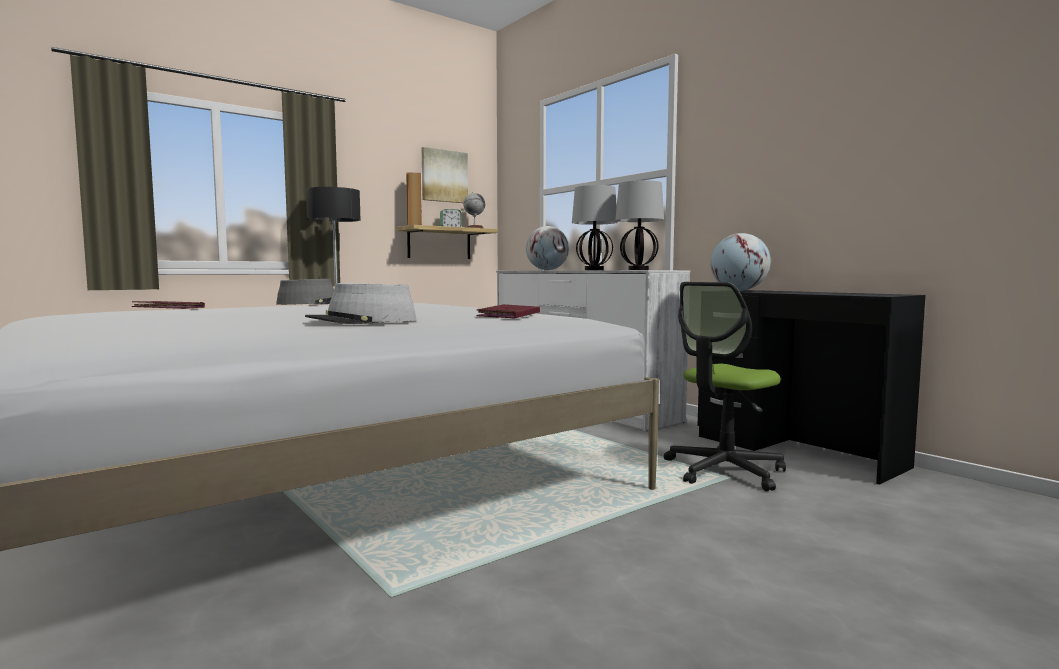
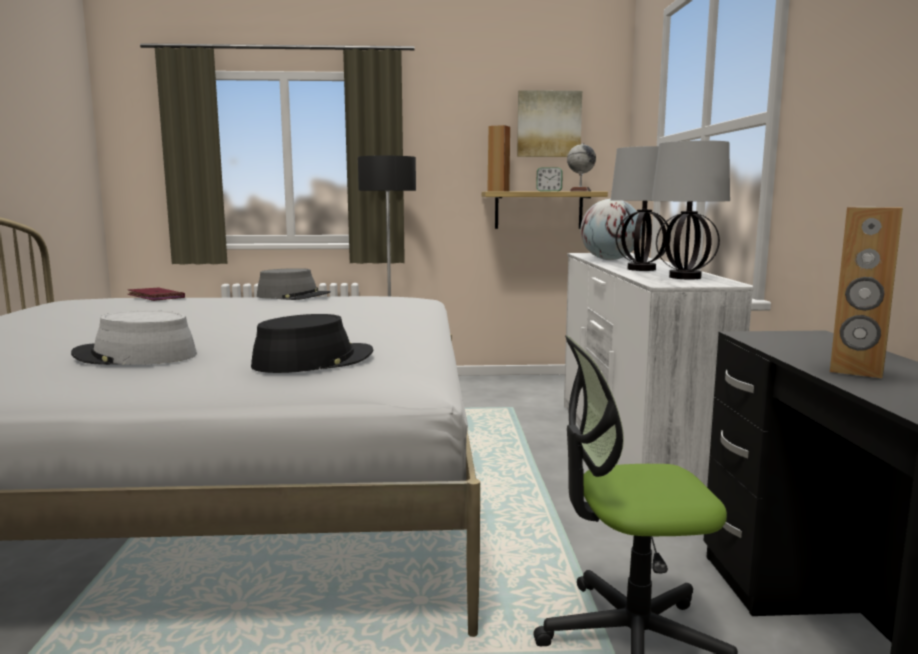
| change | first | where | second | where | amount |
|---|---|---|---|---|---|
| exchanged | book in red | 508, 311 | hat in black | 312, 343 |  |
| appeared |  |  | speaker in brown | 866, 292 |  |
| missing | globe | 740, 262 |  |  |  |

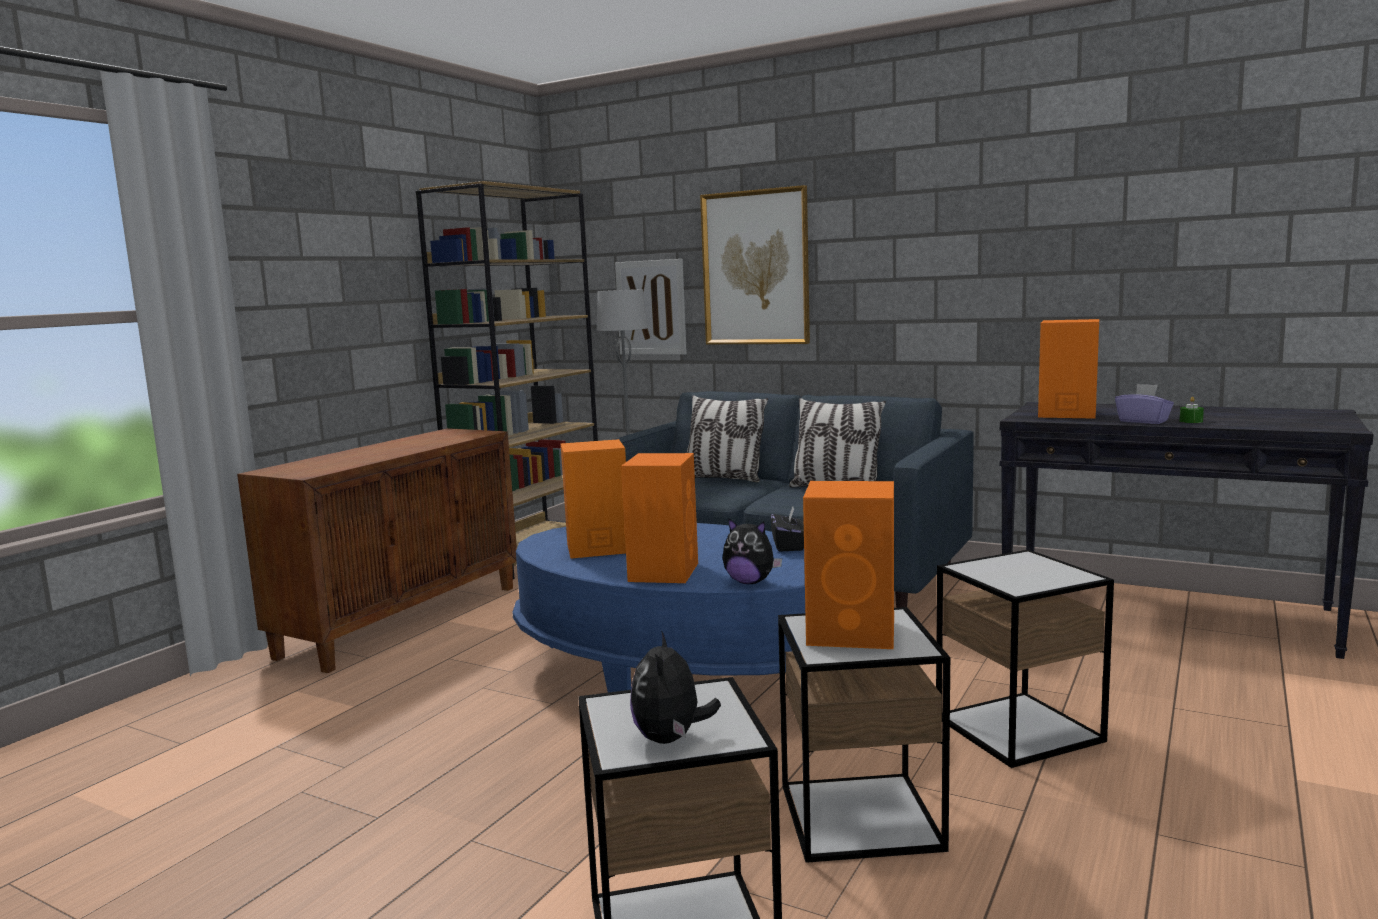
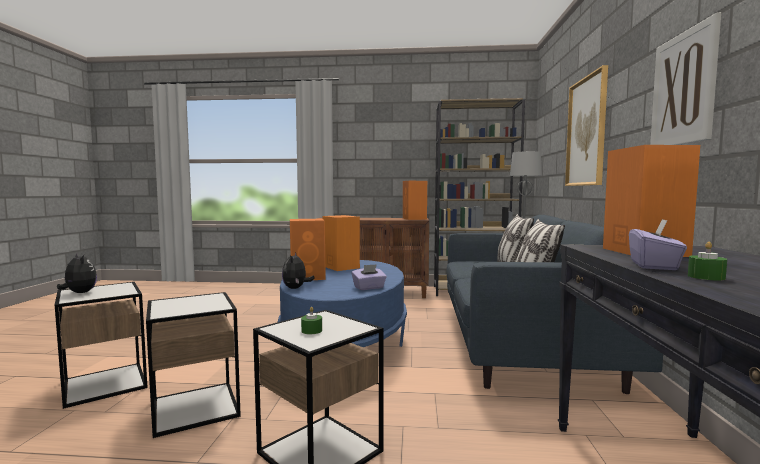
| change | first | where | second | where | amount |
|---|---|---|---|---|---|
| spun | plush toy | 675, 687 |  | 77, 273 | 60 degrees clockwise |
| appeared |  |  | candle in green | 311, 320 |  |
| colour | tissue box in black | 787, 528 | tissue box in purple | 369, 277 |  |
| relocated | speaker in orange | 848, 565 |  | 415, 200 |  |
| relocated | picture | 651, 307 |  | 685, 78 |  |

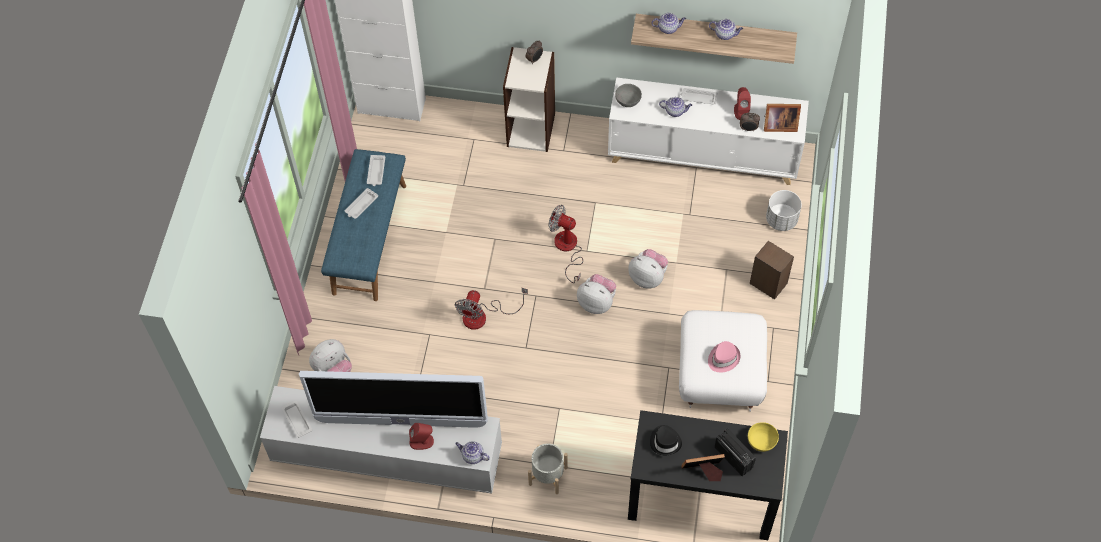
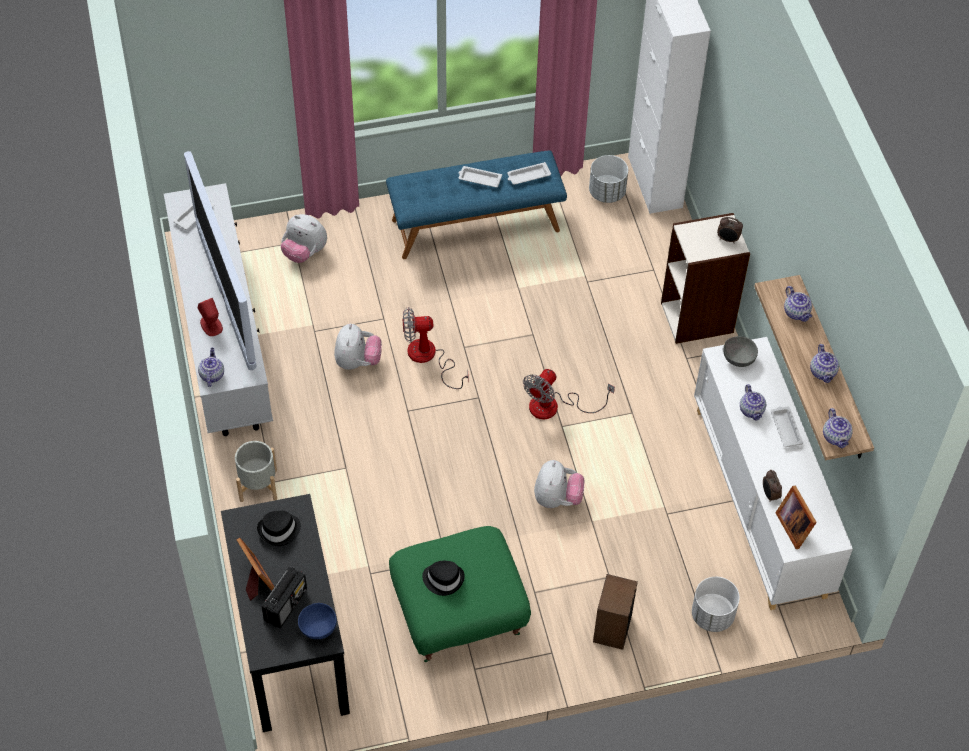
| change | first | where | second | where | amount |
|---|---|---|---|---|---|
| colour | bowl in yellow | 763, 437 | bowl in blue | 317, 621 |  |
| relocated | plush toy | 596, 294 |  | 358, 346 |  |
| colour | ottoman in white | 723, 361 | ottoman in green | 460, 594 |  |
| colour | hat in pink | 724, 356 | hat in black | 443, 578 |  |
| spun | fan | 565, 244 |  | 569, 394 | 150 degrees counterclockwise |
| appeared |  |  | planter in white | 608, 179 |  |
| appeared |  |  | teapot | 838, 428 |  |
| missing | speaker in red | 742, 103 |  |  |  |

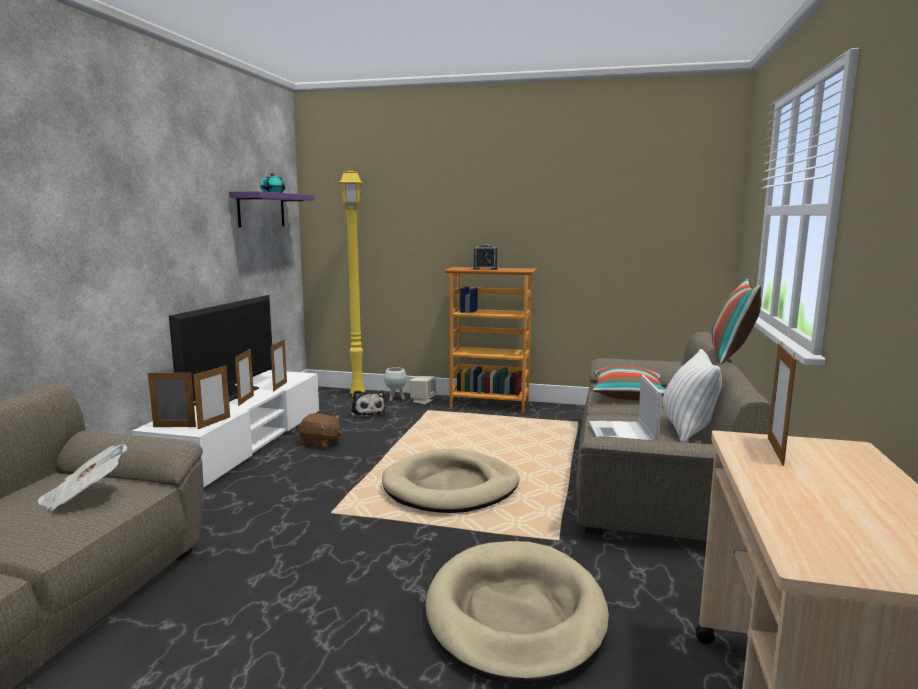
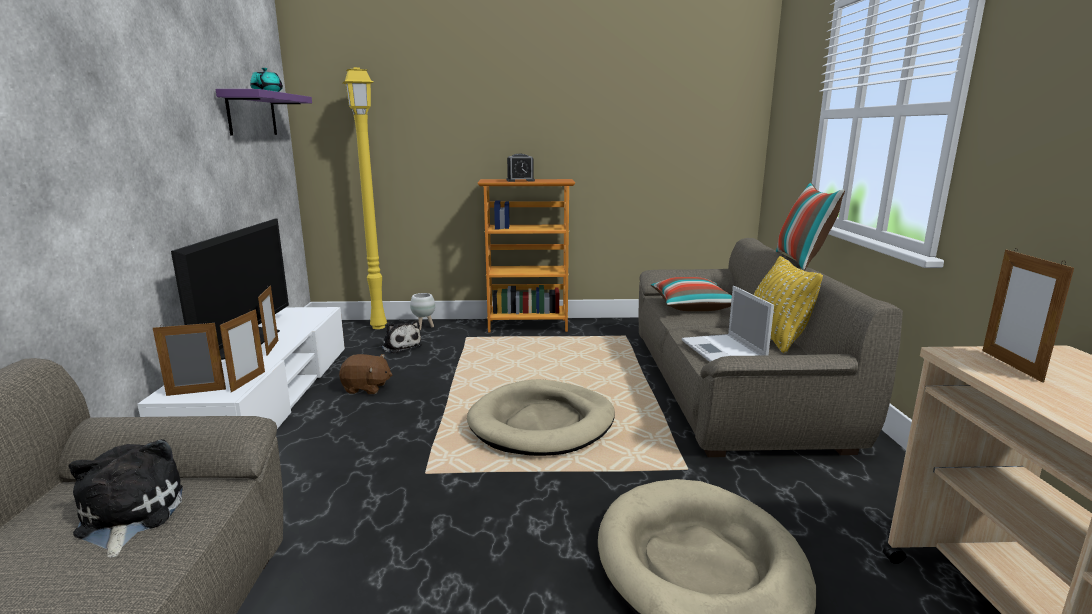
| change | first | where | second | where | amount |
|---|---|---|---|---|---|
| exchanged | newspaper | 82, 477 | plush toy | 126, 498 |  |
| colour | pillow in white | 692, 396 | pillow in yellow | 788, 305 |  |
| missing | picture frame | 279, 365 |  |  |  |
| missing | speaker in beige | 423, 390 |  |  |  |

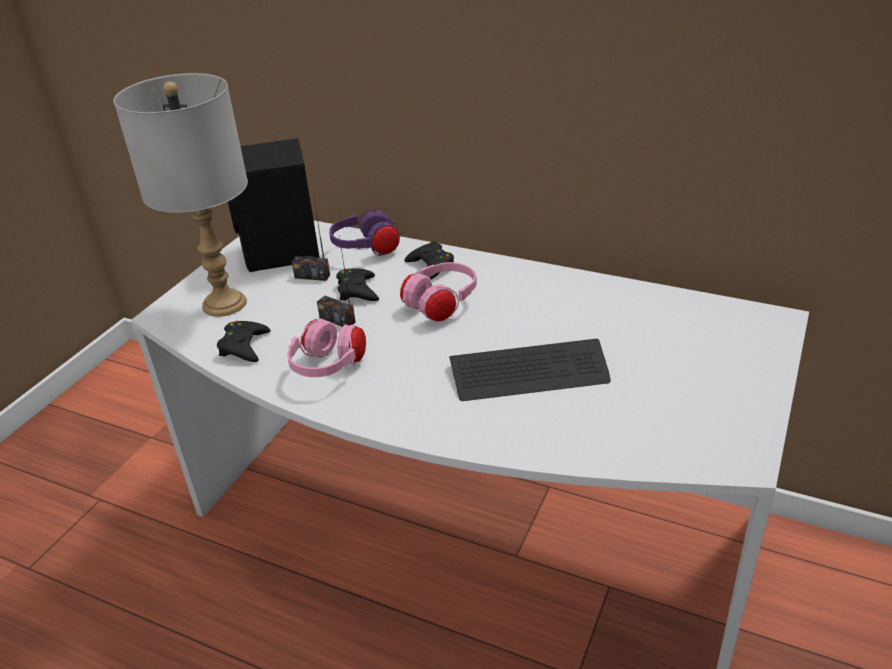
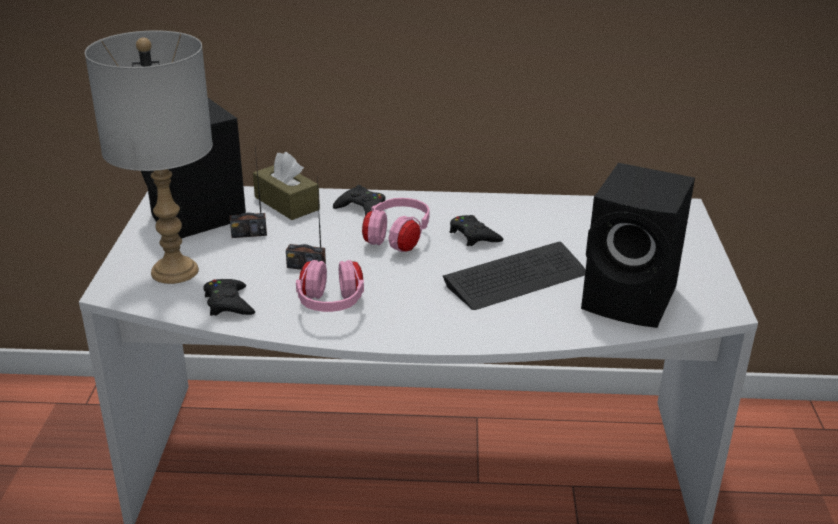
| change | first | where | second | where | amount |
|---|---|---|---|---|---|
| exchanged | headphones in purple | 365, 232 | tissue box in brown | 286, 186 |  |
| relocated | game controller in black | 357, 284 |  | 477, 230 |  |
| appeared |  |  | speaker in black | 638, 245 |  |

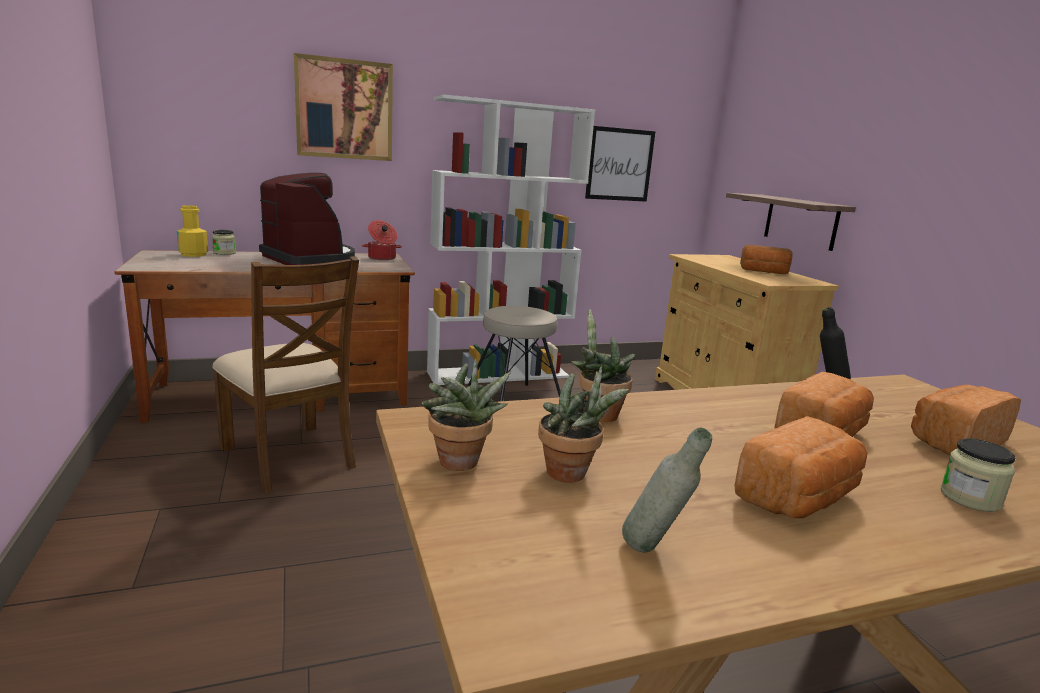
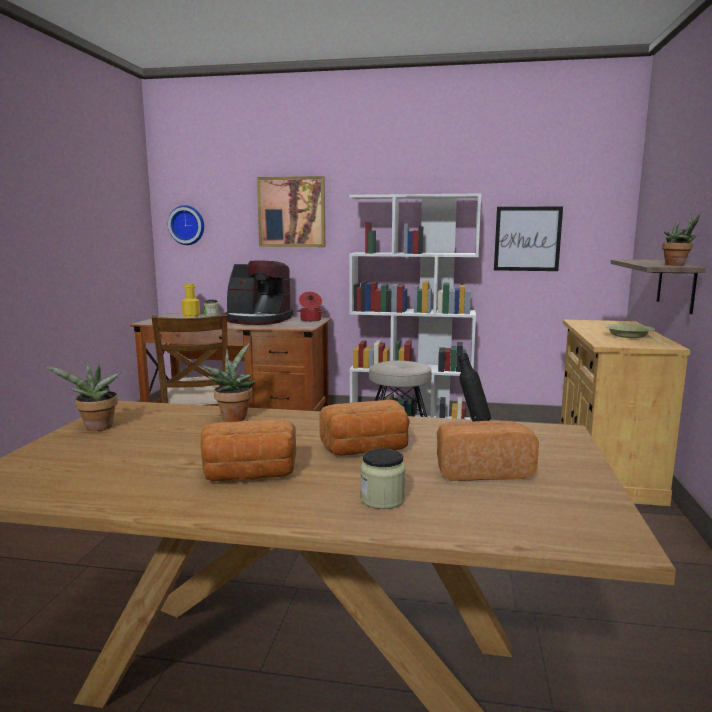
| change | first | where | second | where | amount |
|---|---|---|---|---|---|
| appeared |  |  | wall clock | 186, 225 |  |
| spun | coffee machine | 307, 219 |  | 259, 292 | 120 degrees clockwise |
| exchanged | bread | 766, 259 | bowl in yellow | 629, 331 |  |
| relocated | potted plant | 583, 424 |  | 681, 240 |  |
| missing | bottle in grey | 667, 490 |  |  |  |

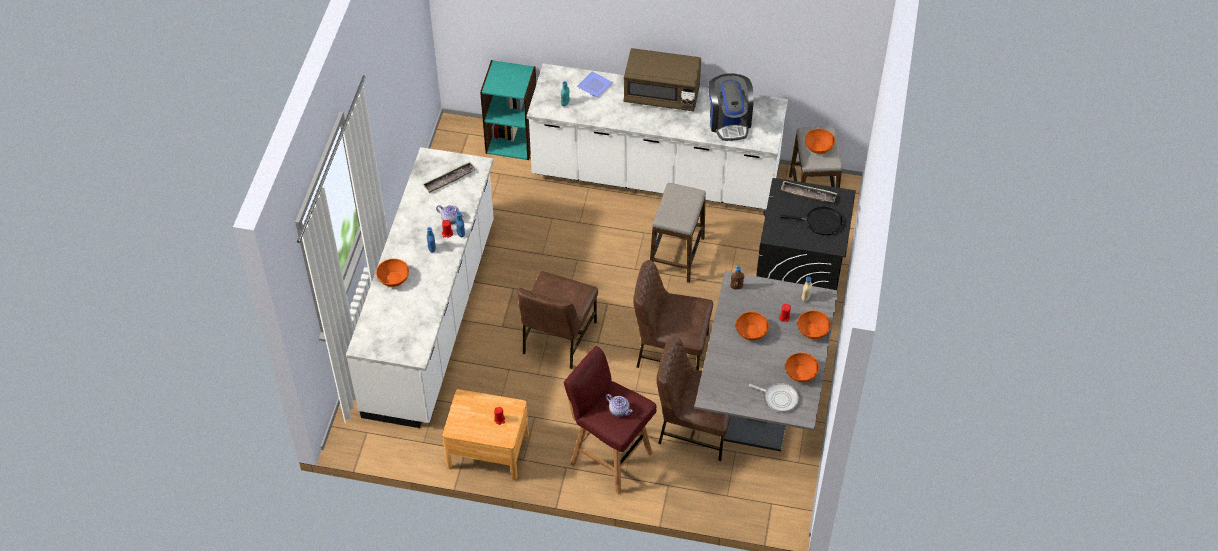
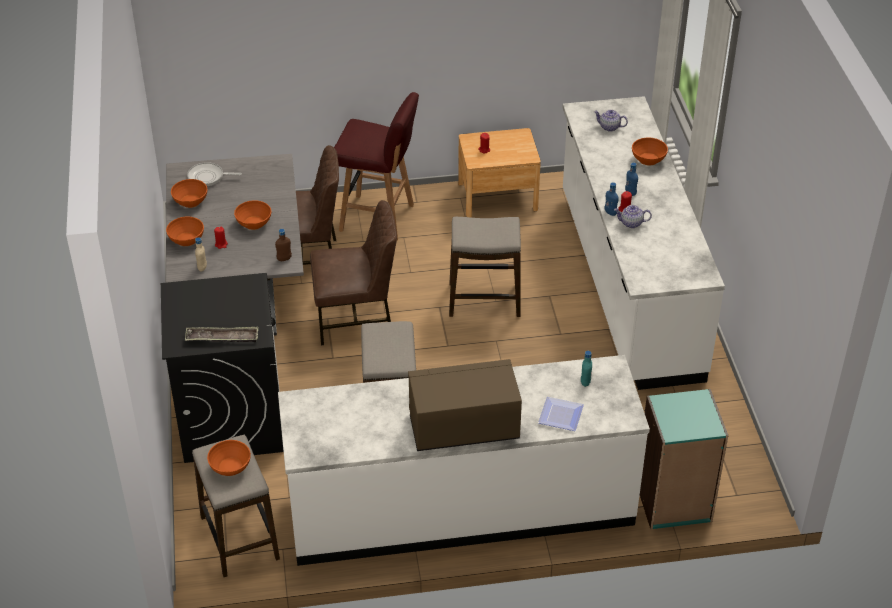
| change | first | where | second | where | amount |
|---|---|---|---|---|---|
| exchanged | chair in brown | 557, 320 | stool | 485, 267 |  |
| relocated | teapot | 619, 405 |  | 611, 121 |  |
| missing | tray | 449, 177 |  |  |  |
| missing | coffee machine | 731, 107 |  |  |  |
| missing | frying pan in black | 811, 220 |  |  |  |

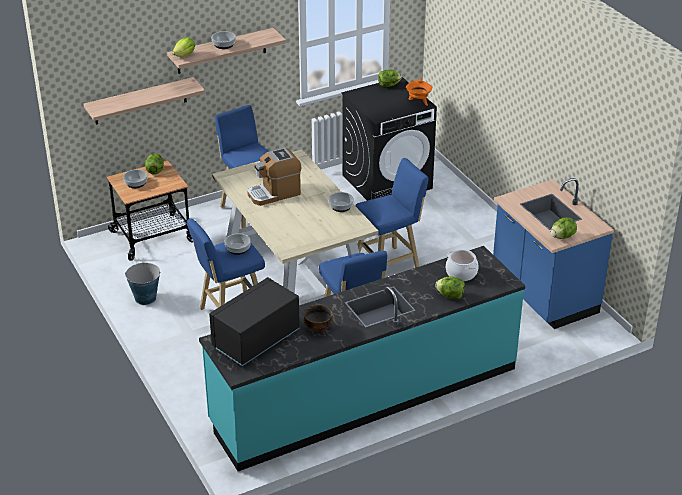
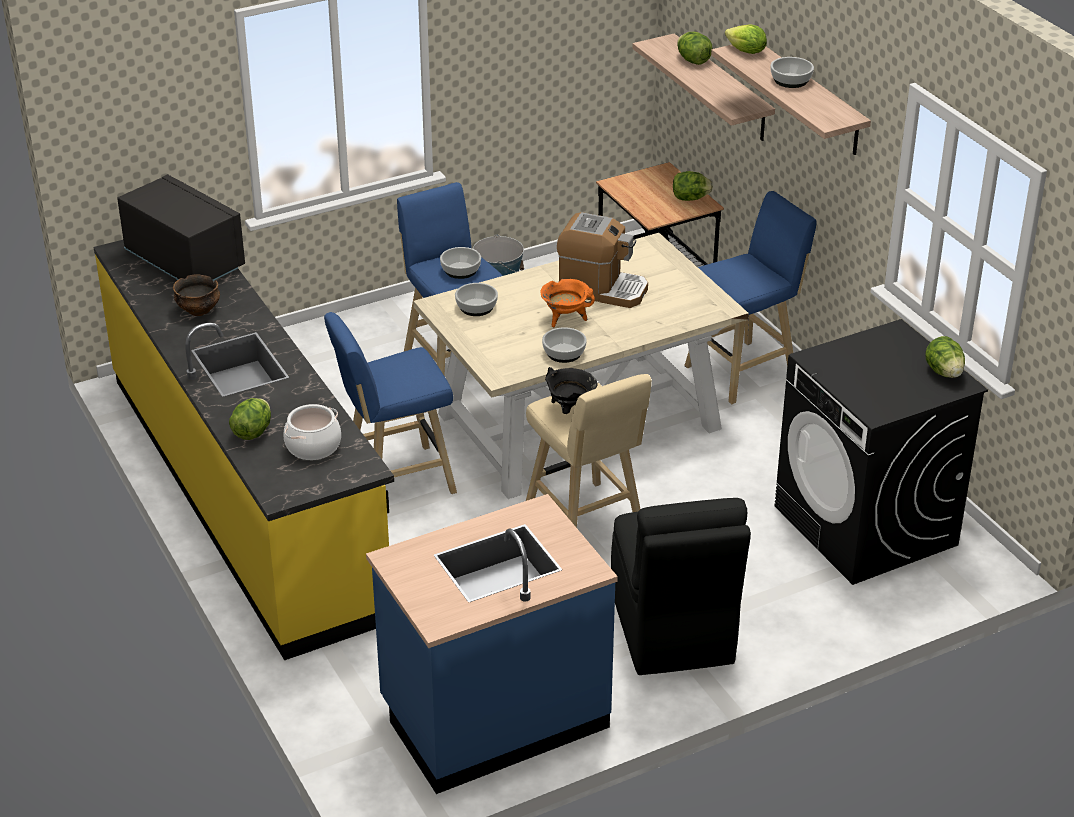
| change | first | where | second | where | amount |
|---|---|---|---|---|---|
| colour | counter in turquoise | 362, 358 | counter in yellow | 243, 450 |  |
| relocated | bowl | 135, 178 |  | 476, 299 |  |
| colour | stool in blue | 391, 213 | stool in beige | 589, 451 |  |
| relocated | cooking pot in orange | 419, 92 |  | 567, 303 |  |
| appeared |  |  | cooking pot in black | 571, 390 |  |
| spun | coffee machine | 274, 177 |  | 602, 260 | 135 degrees clockwise |
| appeared |  |  | chair in black | 681, 586 |  |
| relocated | lettuce | 564, 228 |  | 695, 48 |  |

